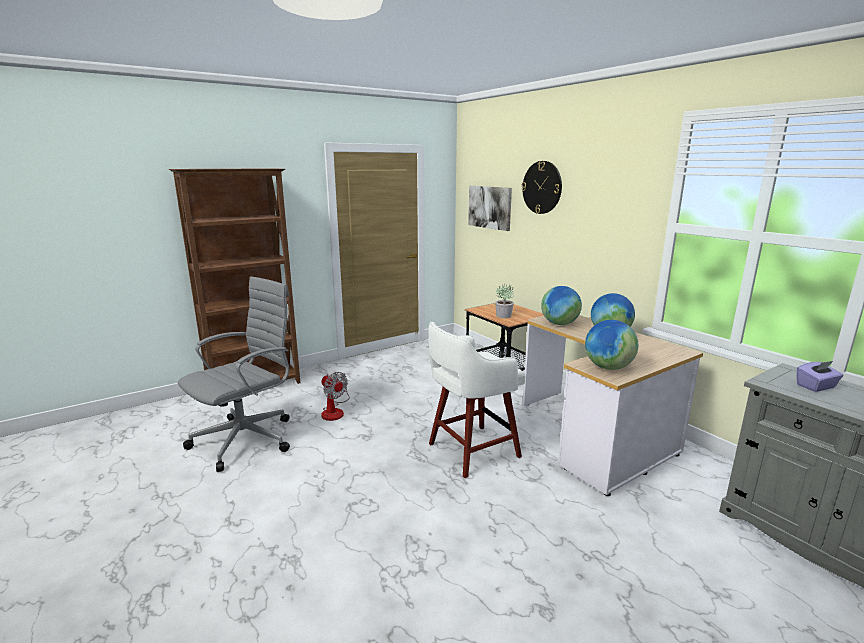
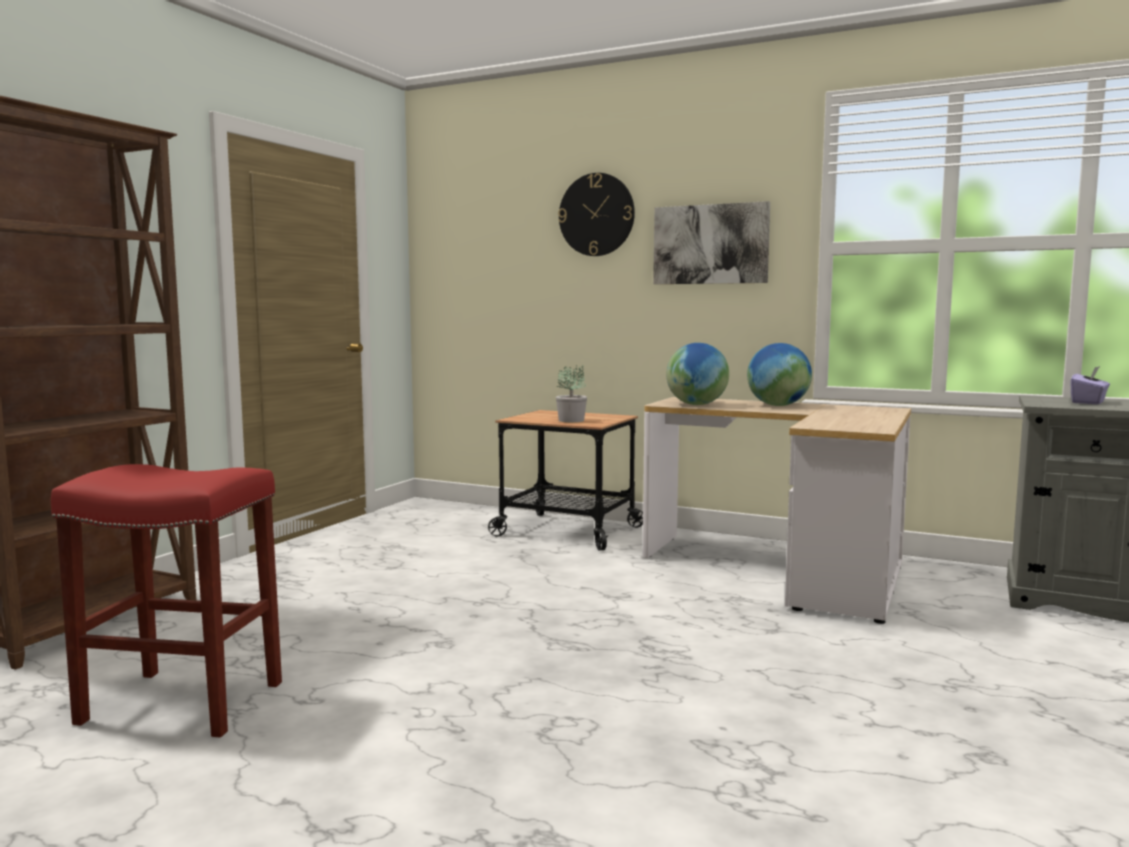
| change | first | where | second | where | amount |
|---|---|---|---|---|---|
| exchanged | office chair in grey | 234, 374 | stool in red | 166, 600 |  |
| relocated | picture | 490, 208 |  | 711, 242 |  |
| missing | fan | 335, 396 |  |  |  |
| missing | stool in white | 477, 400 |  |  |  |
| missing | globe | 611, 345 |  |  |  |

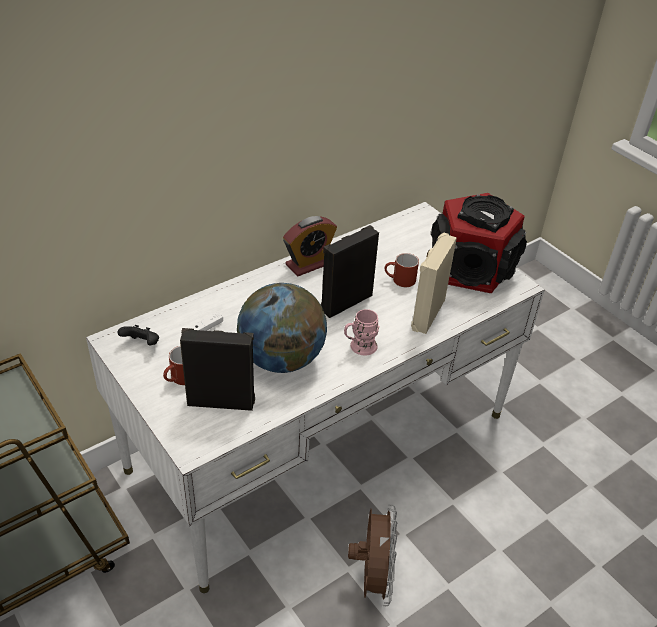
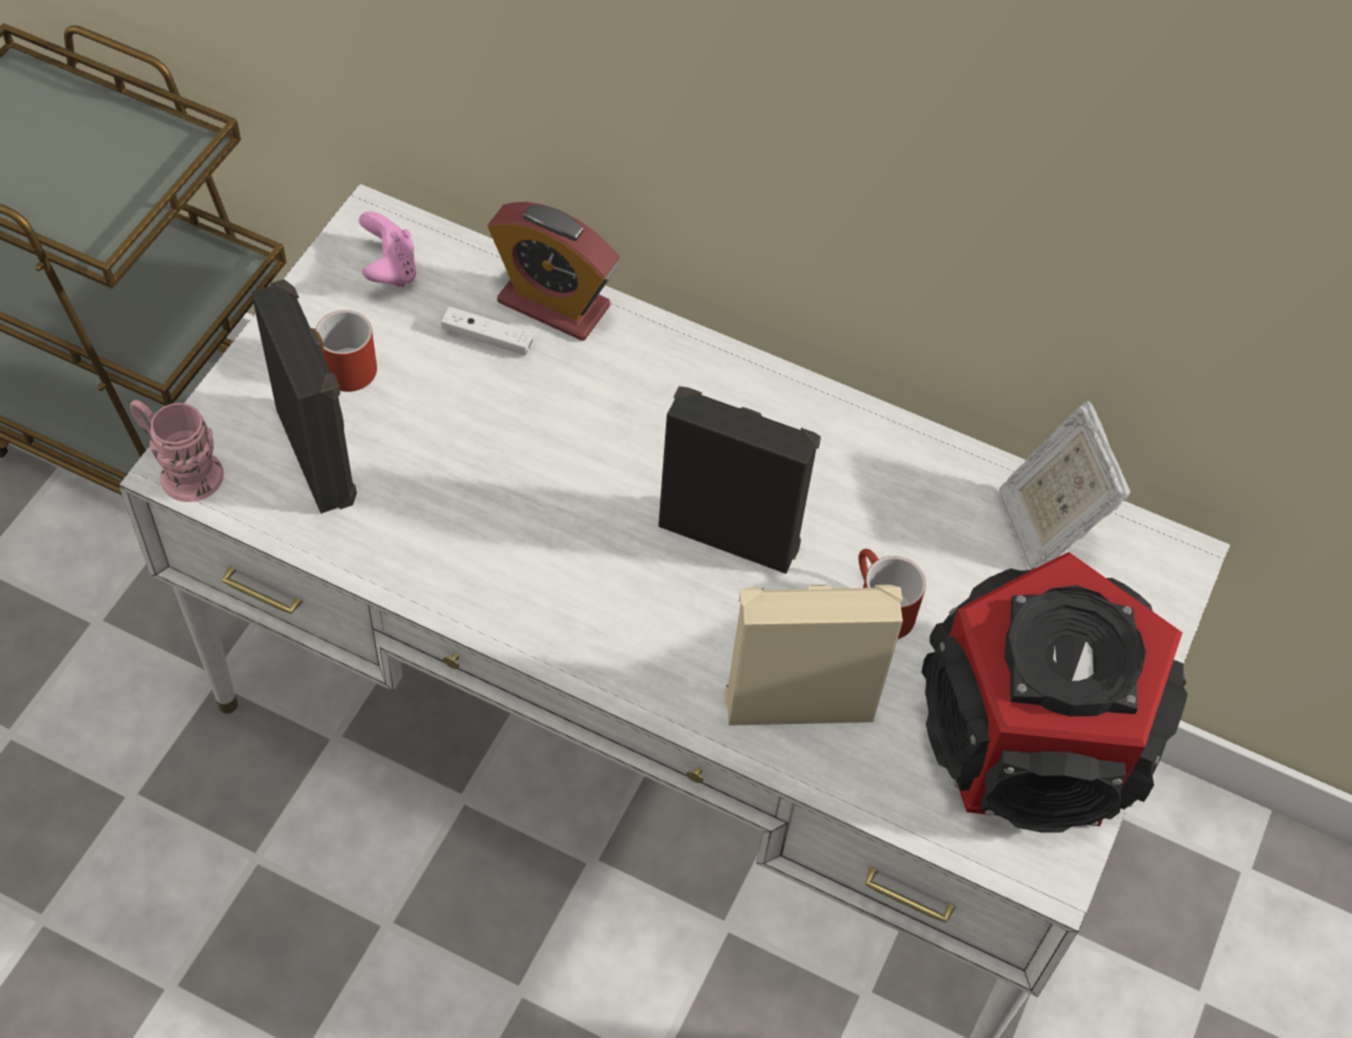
| change | first | where | second | where | amount |
|---|---|---|---|---|---|
| relocated | mug in pink | 361, 332 |  | 177, 451 |  |
| colour | game controller in black | 138, 335 | game controller in pink | 387, 249 |  |
| relocated | alarm clock | 310, 246 |  | 553, 271 |  |
| appeared |  |  | picture frame | 1065, 485 |  |
| missing | globe | 282, 328 |  |  |  |
| missing | fan in brown | 372, 555 |  |  |  |

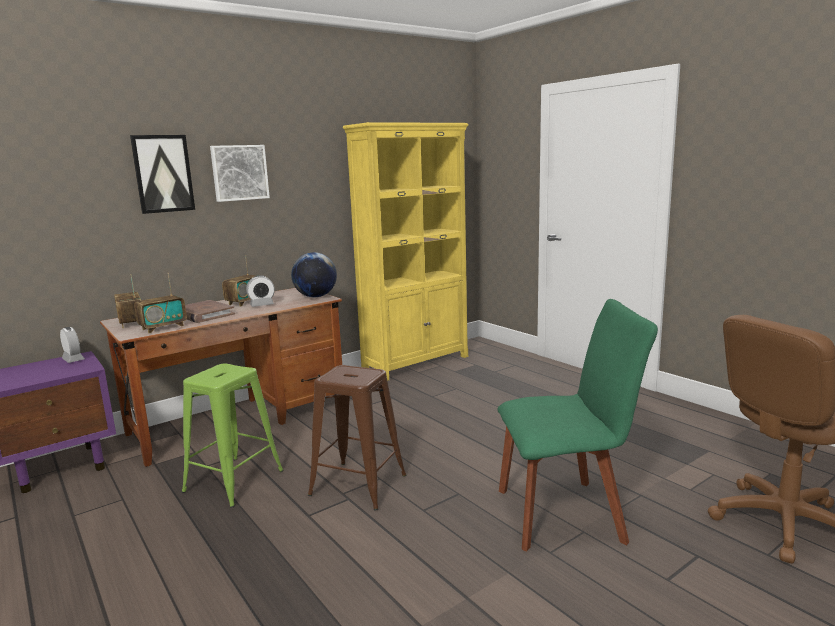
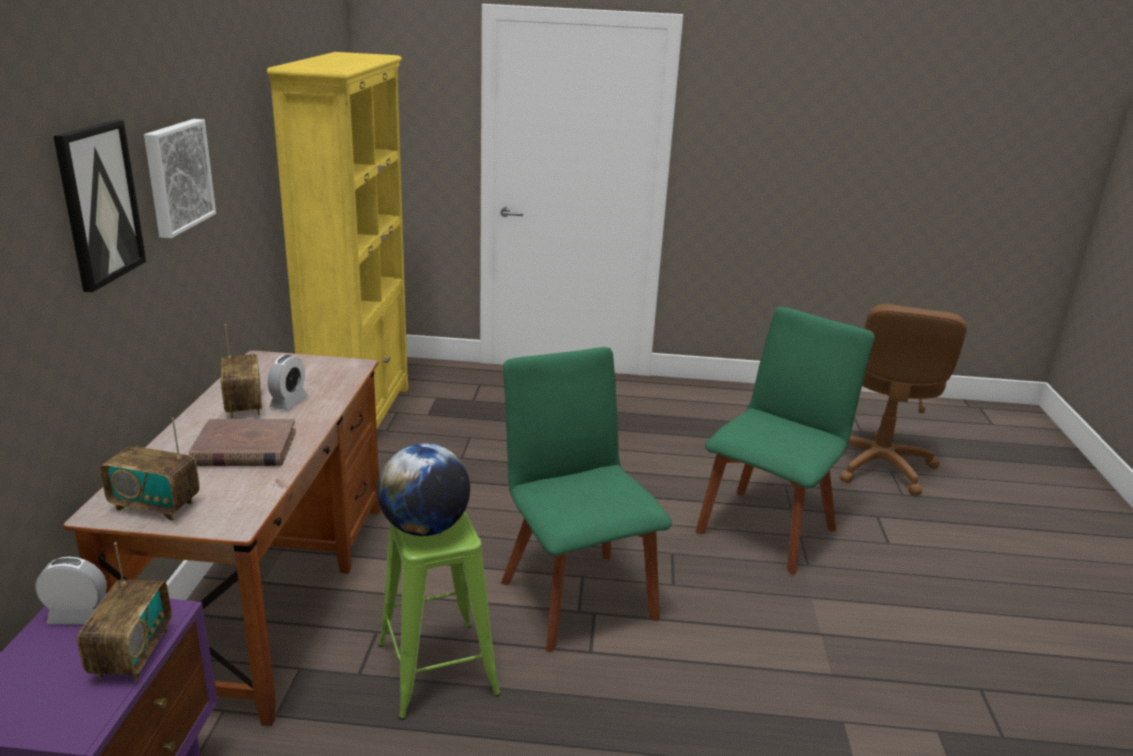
| change | first | where | second | where | amount |
|---|---|---|---|---|---|
| relocated | radio | 160, 303 |  | 124, 611 |  |
| relocated | globe | 314, 274 |  | 423, 489 |  |
| exchanged | stool in brown | 357, 437 | chair in green | 586, 499 |  |

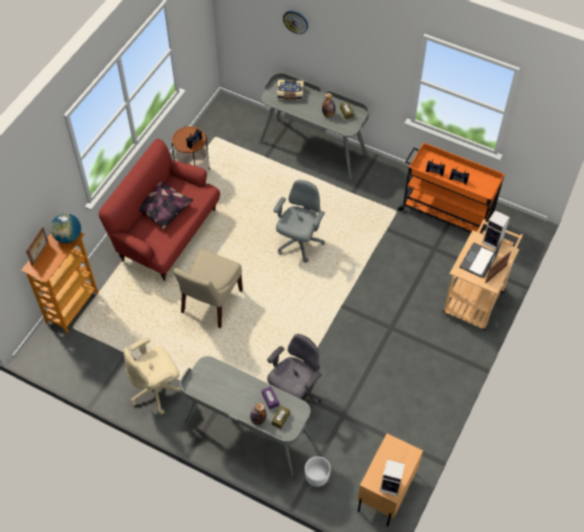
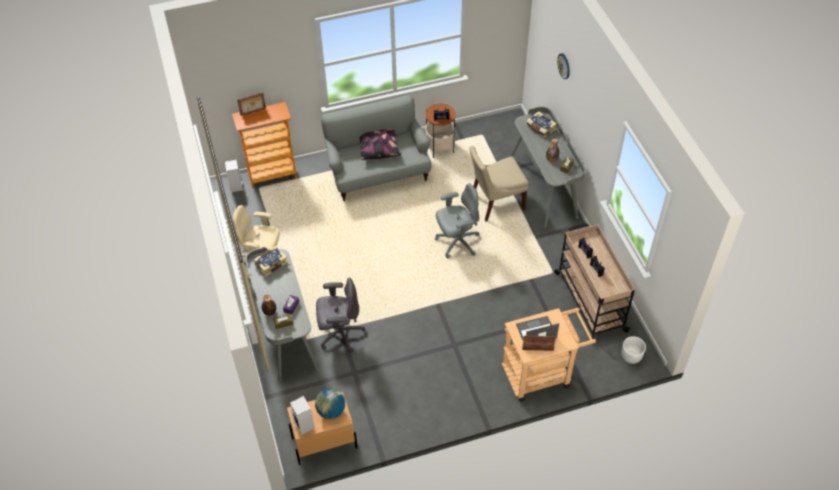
| change | first | where | second | where | amount |
|---|---|---|---|---|---|
| relocated | speaker | 496, 230 |  | 234, 176 |  |
| appeared |  |  | book | 271, 261 |  |
| relocated | globe | 65, 228 |  | 330, 403 |  |
| colour | sofa in red | 159, 210 | sofa in grey | 376, 148 |  |
| relocated | chair in beige | 208, 288 |  | 499, 183 |  |
| colour | cart in orange | 451, 188 | cart in beige | 594, 281 |  |
| relocated | planter in white | 318, 471 |  | 633, 350 |  |

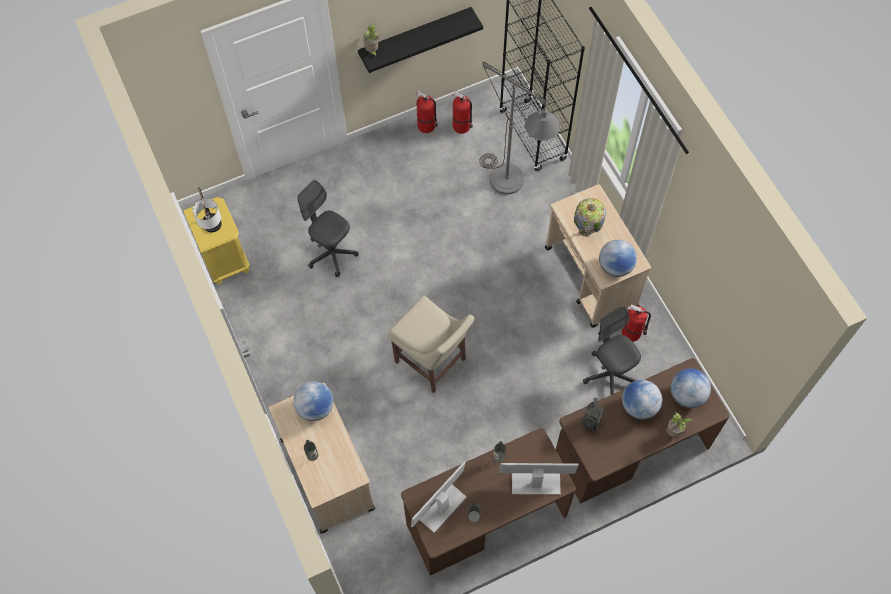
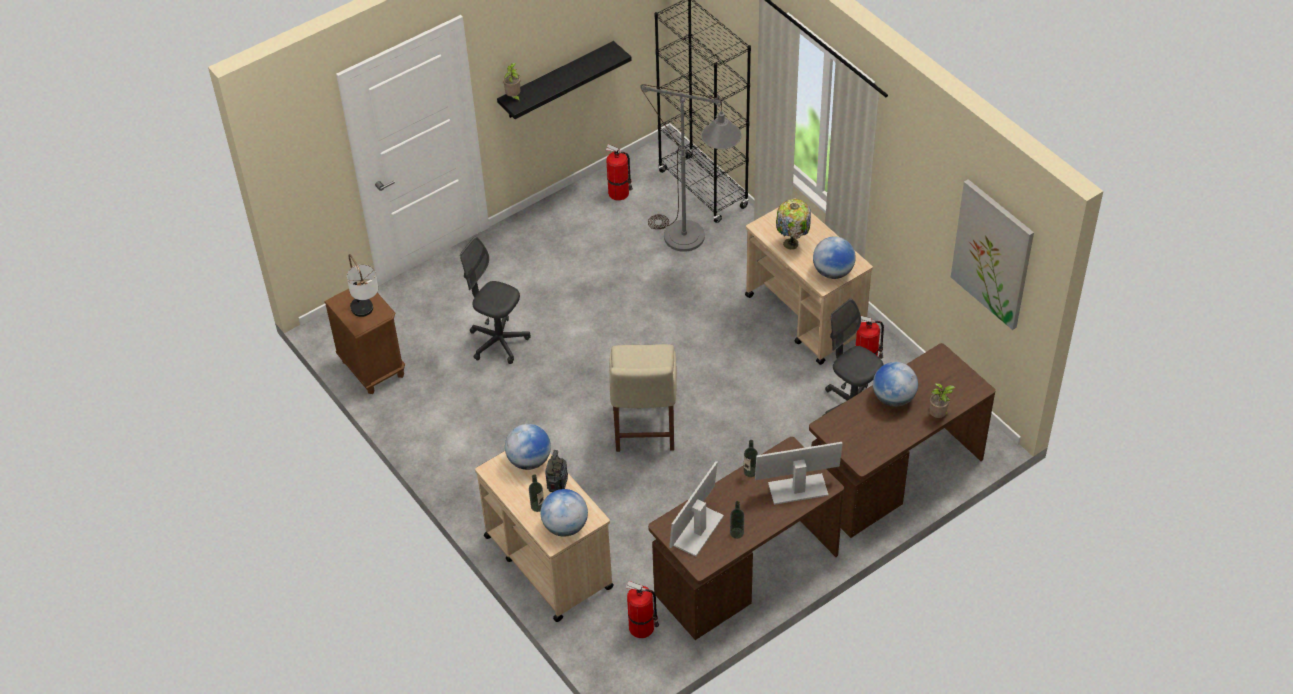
| change | first | where | second | where | amount |
|---|---|---|---|---|---|
| colour | nightstand in yellow | 216, 241 | nightstand in brown | 364, 338 |  |
| relocated | globe | 690, 388 |  | 564, 513 |  |
| relocated | radio | 592, 414 |  | 556, 471 |  |
| spun | chair in beige | 431, 344 |  | 642, 398 | 60 degrees clockwise |
| relocated | fire extinguisher | 427, 111 |  | 642, 609 |  |
| appeared |  |  | picture | 992, 254 |  |

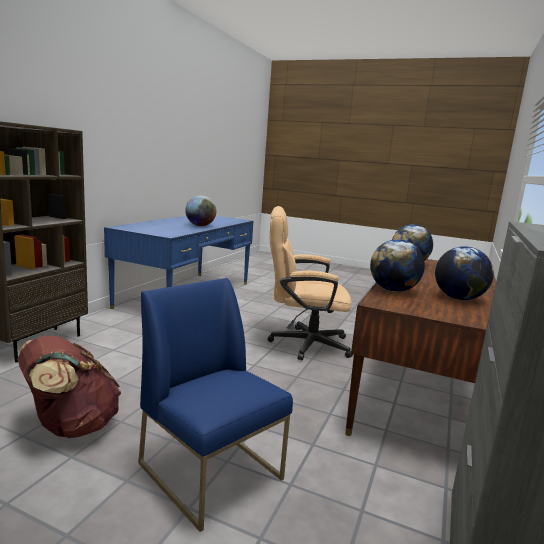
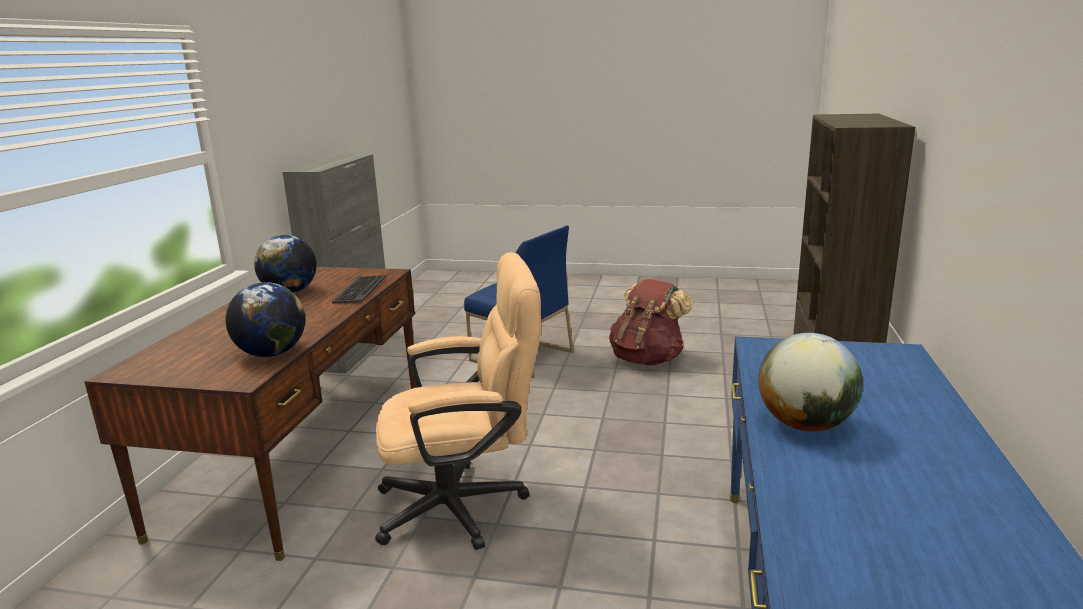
| change | first | where | second | where | amount |
|---|---|---|---|---|---|
| exchanged | globe | 397, 265 | keyboard | 359, 289 |  |

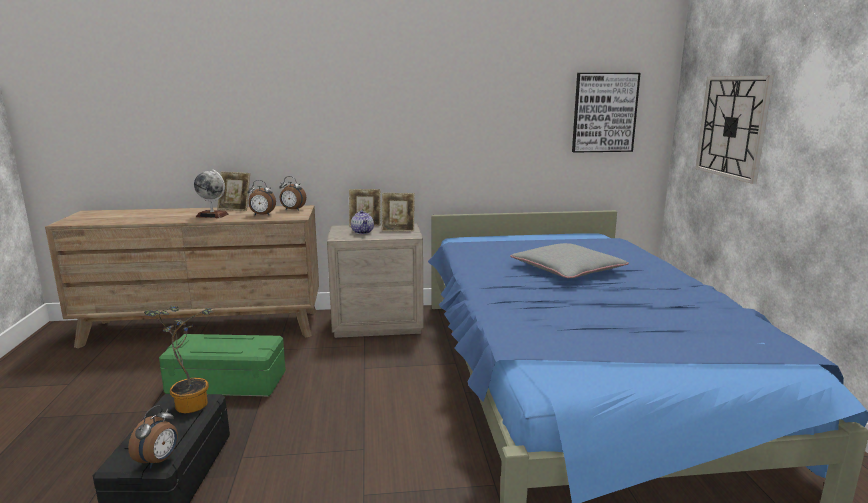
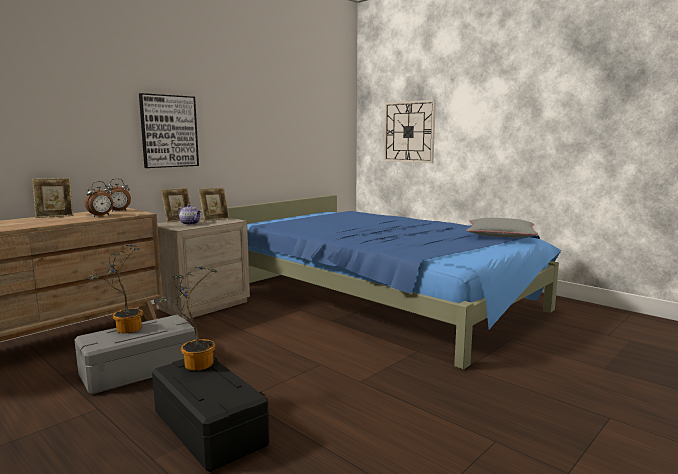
| change | first | where | second | where | amount |
|---|---|---|---|---|---|
| colour | storage box in green | 222, 365 | storage box in grey | 135, 354 |  |
| appeared |  |  | potted plant | 116, 289 |  |
| relocated | picture | 606, 113 |  | 169, 130 |  |
| relocated | pillow in grey | 569, 260 |  | 502, 227 |  |
| missing | alarm clock | 153, 436 |  |  |  |
| missing | globe | 211, 194 |  |  |  |

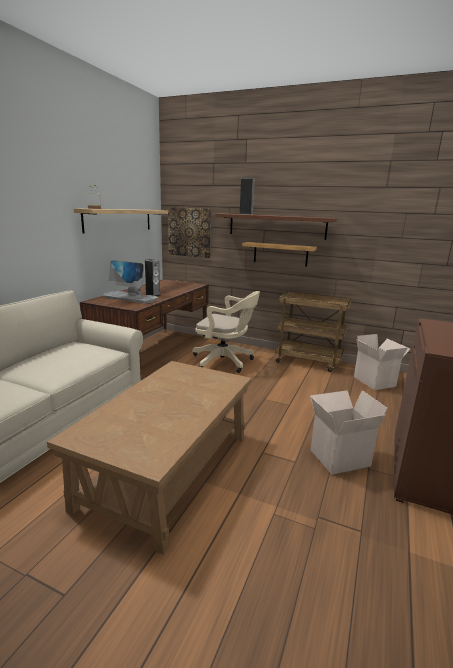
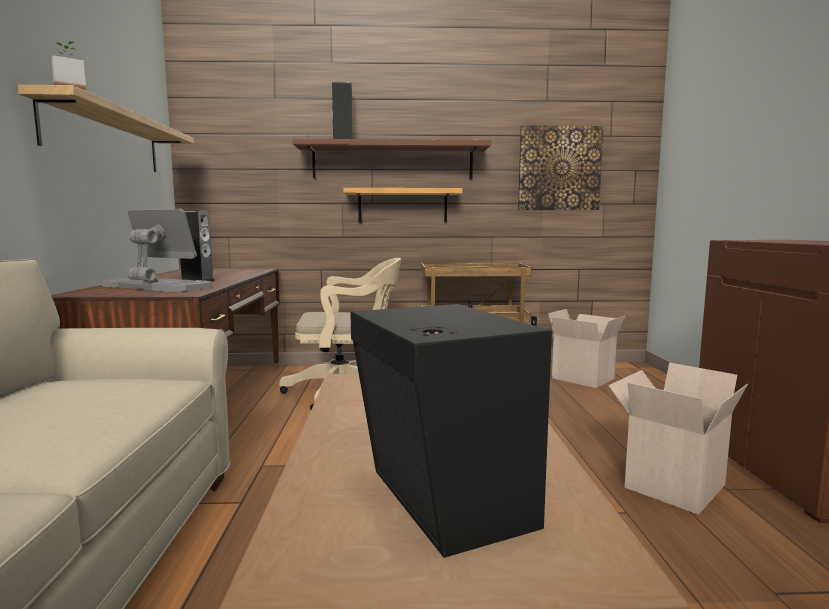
| change | first | where | second | where | amount |
|---|---|---|---|---|---|
| spun | monitor | 130, 281 |  | 156, 250 | 150 degrees counterclockwise |
| appeared |  |  | speaker in black | 451, 429 |  |
| relocated | picture | 189, 232 |  | 561, 167 |  |

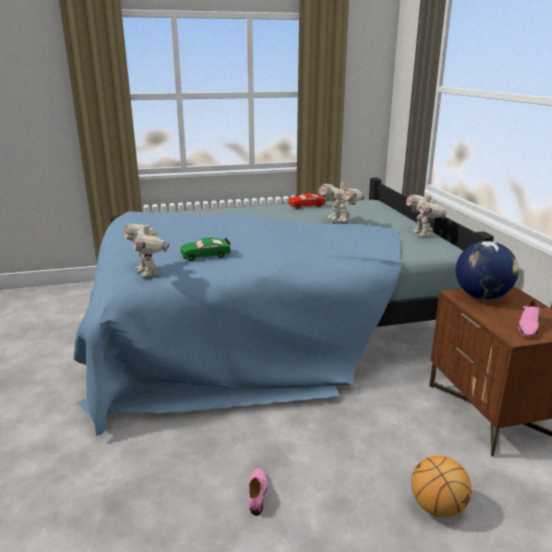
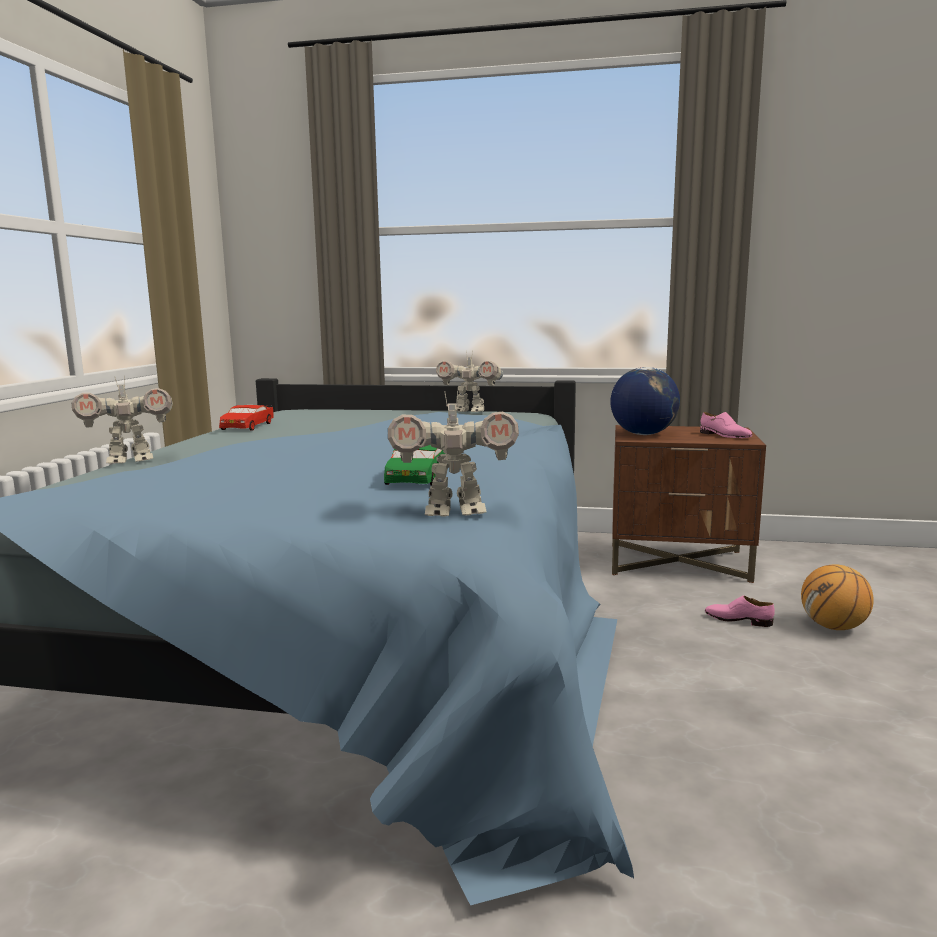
| change | first | where | second | where | amount |
|---|---|---|---|---|---|
| relocated | toy robot | 341, 199 |  | 122, 420 |  |
| relocated | shoe in pink | 257, 492 |  | 740, 611 |  |

